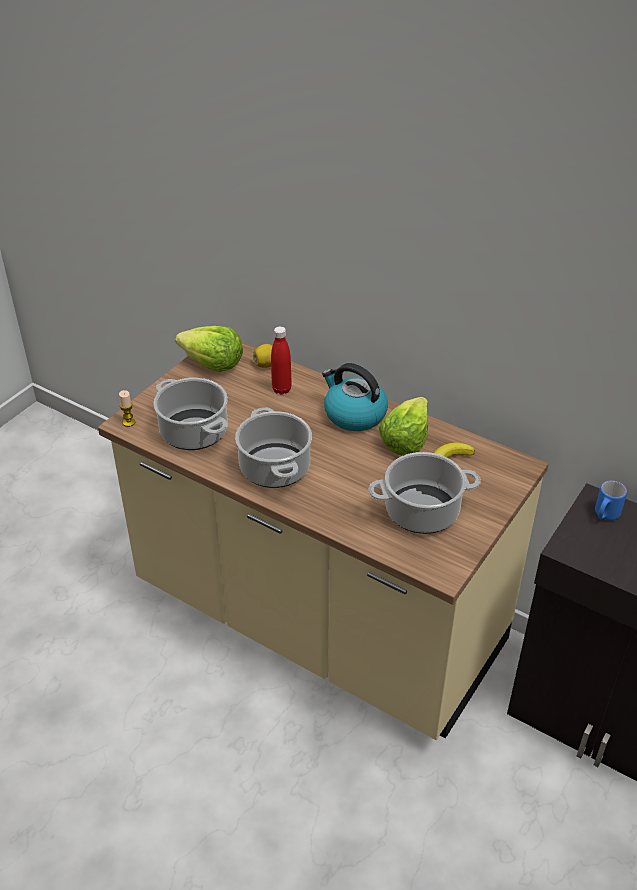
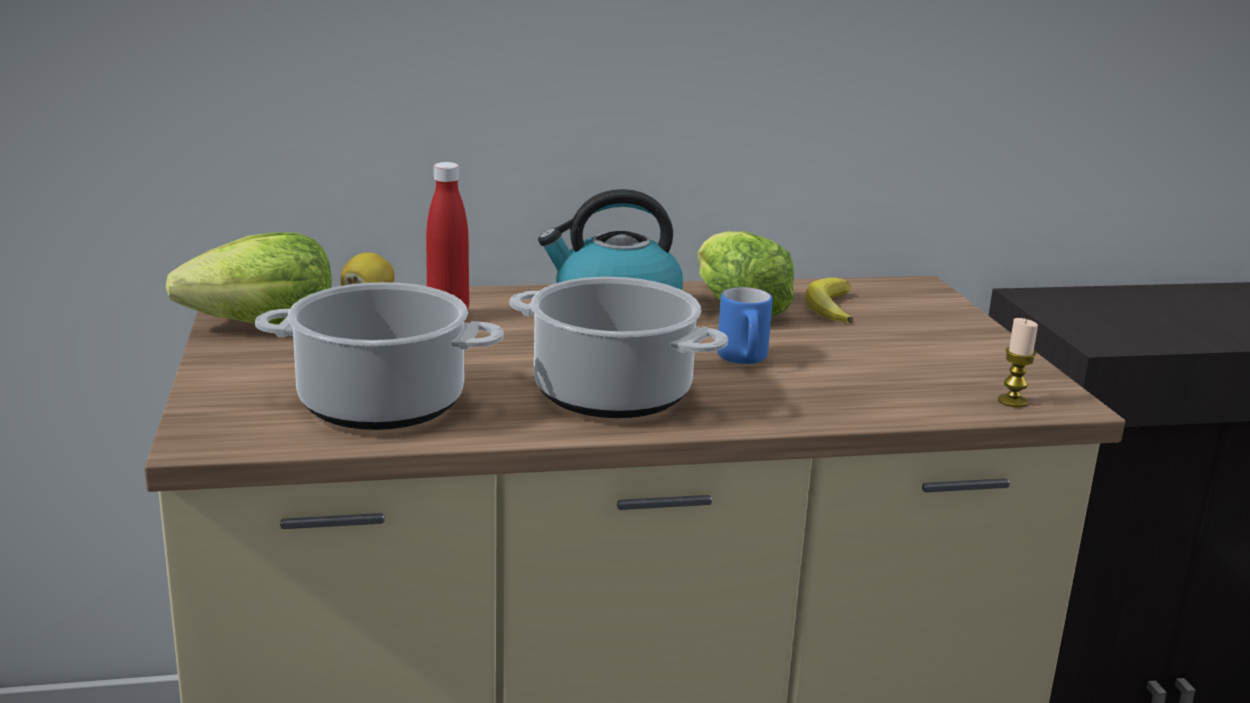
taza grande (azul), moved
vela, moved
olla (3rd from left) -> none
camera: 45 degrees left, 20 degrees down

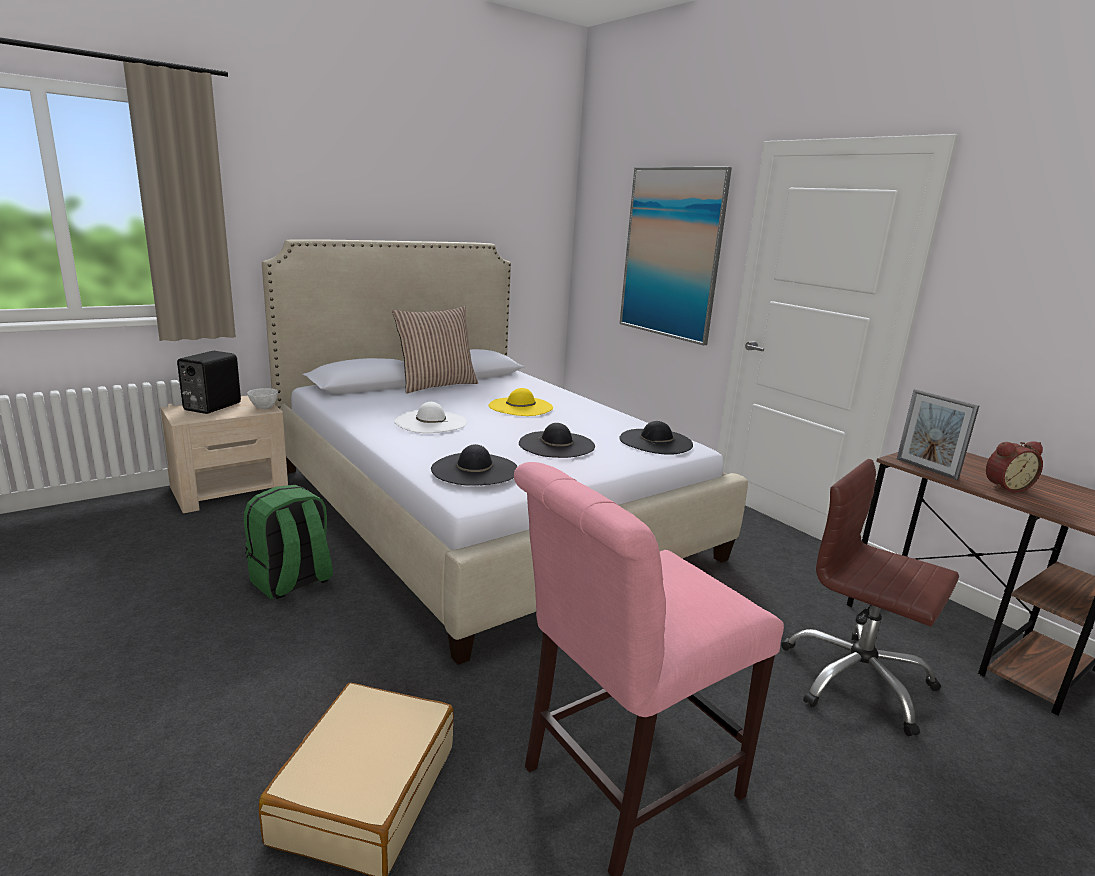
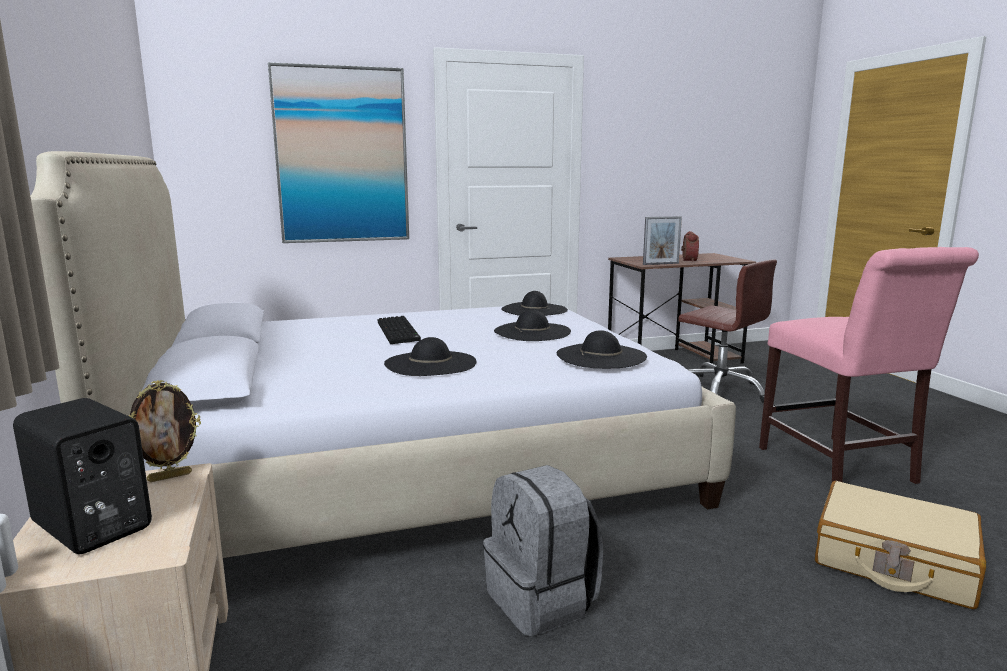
cuenco (blanco) -> portarretratos (1st from left)
sombrero (amarillo) -> teclado
sombrero (blanco) -> sombrero (negro) (1st from left)
mochila (verde) -> mochila (gris)
silla de oficina (marrón), 105 degrees counterclockwise
cojín -> none
camera: 70 degrees left, 5 degrees down

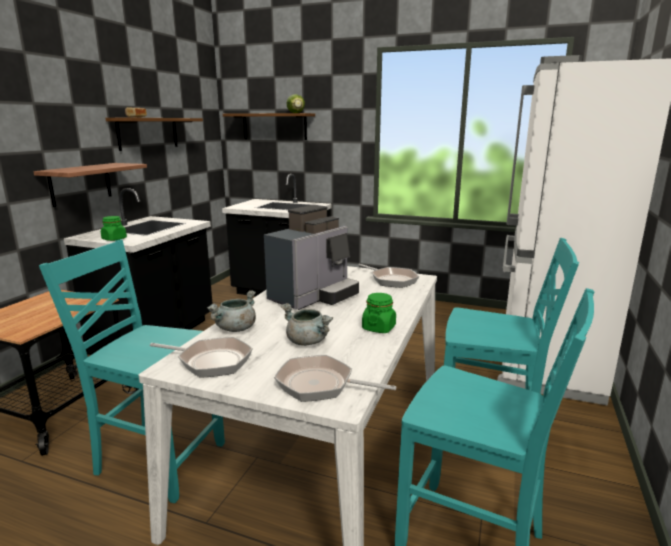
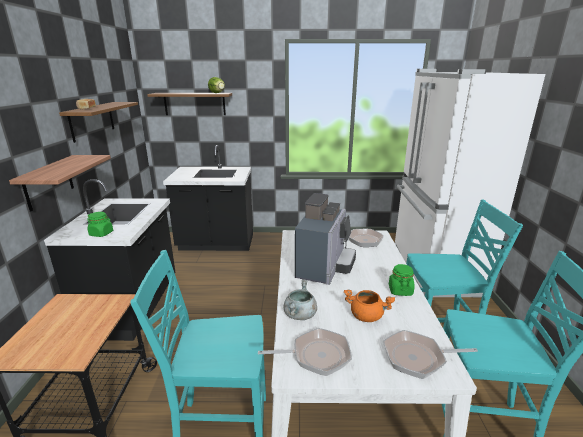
olla (gris) (2nd from left) -> olla (naranja)
camera: 20 degrees left, 5 degrees up

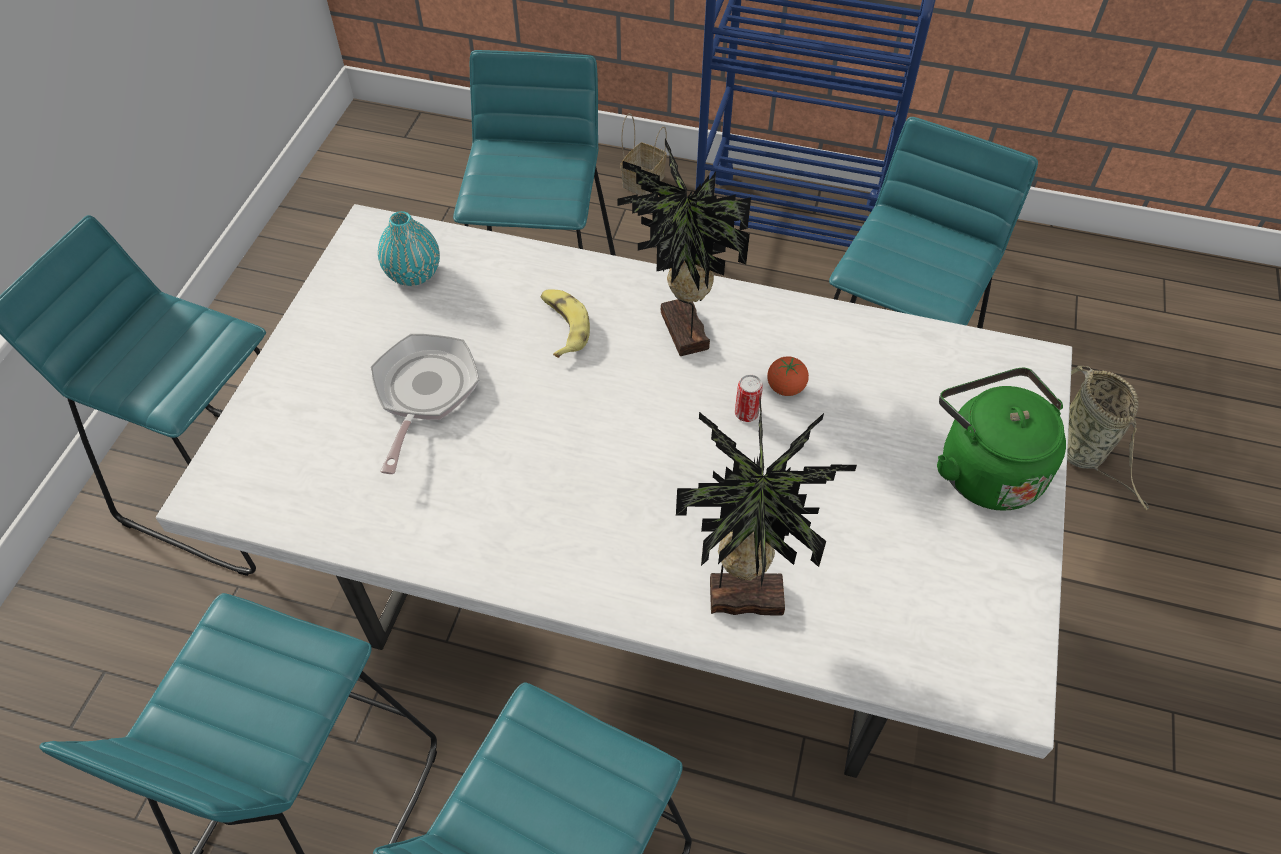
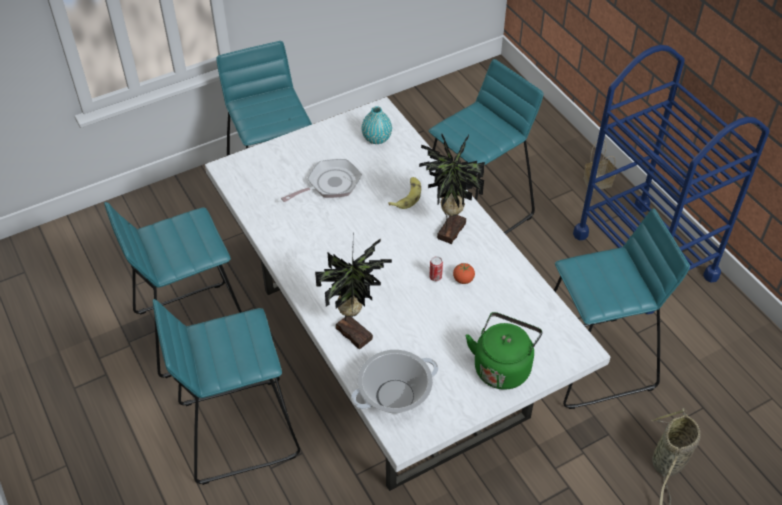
none -> olla
camera: 45 degrees right, 5 degrees down

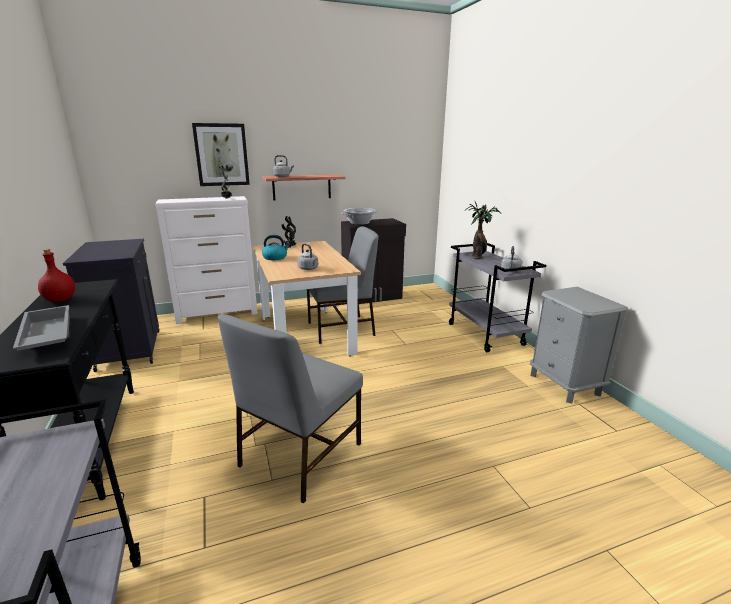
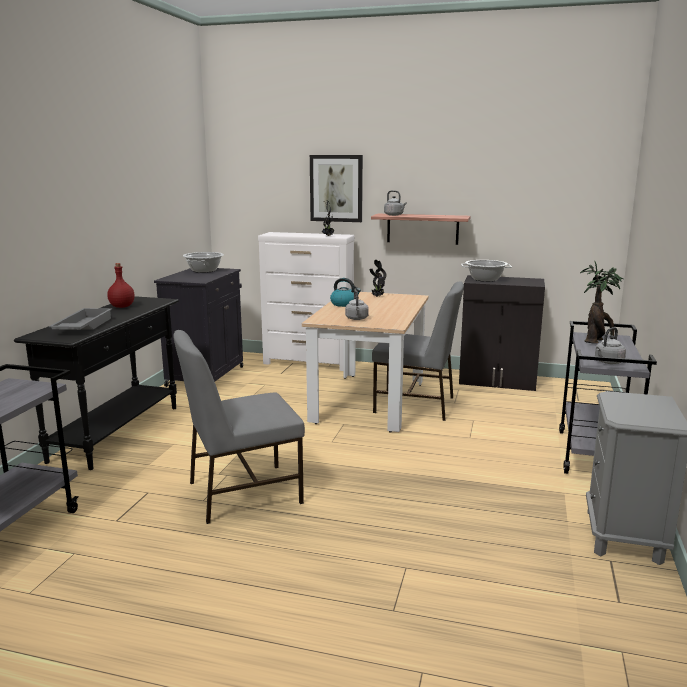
none -> olla (1st from left)
camera: 35 degrees right, 5 degrees down

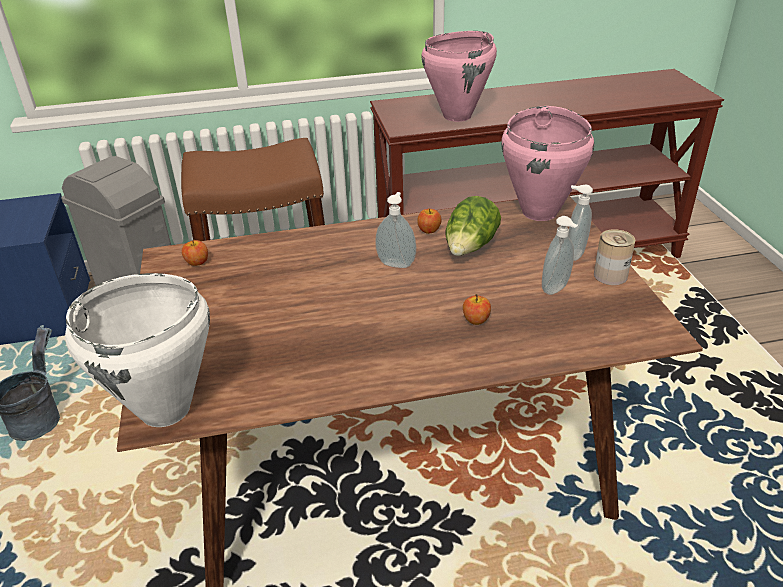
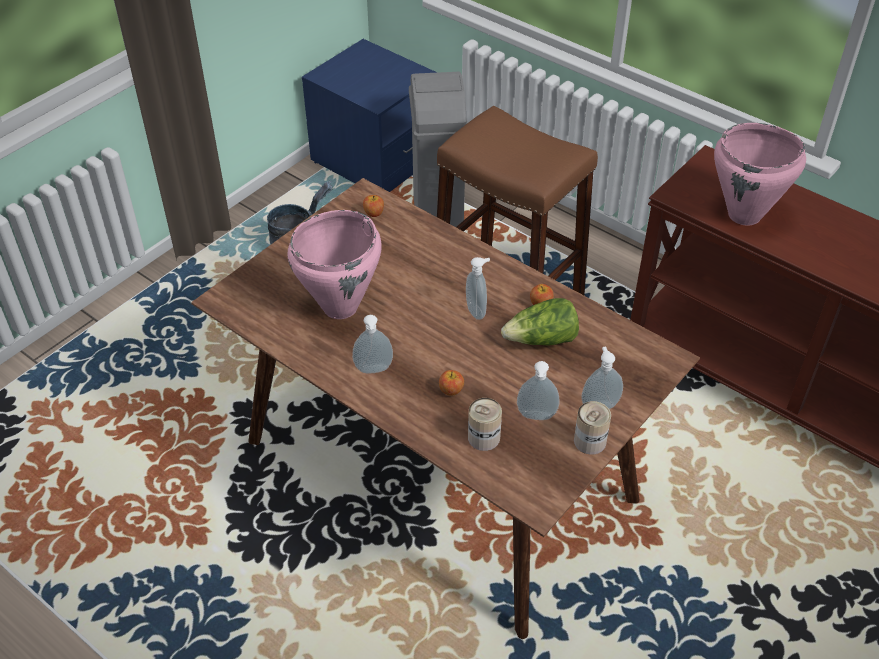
olla (rosa) (2nd from left in the first image) -> olla (rosa) (1st from left), moved
none -> dispensador de jabón (1st from left)
none -> lata (1st from left)
olla (blanco) -> none
camera: 50 degrees right, 10 degrees up

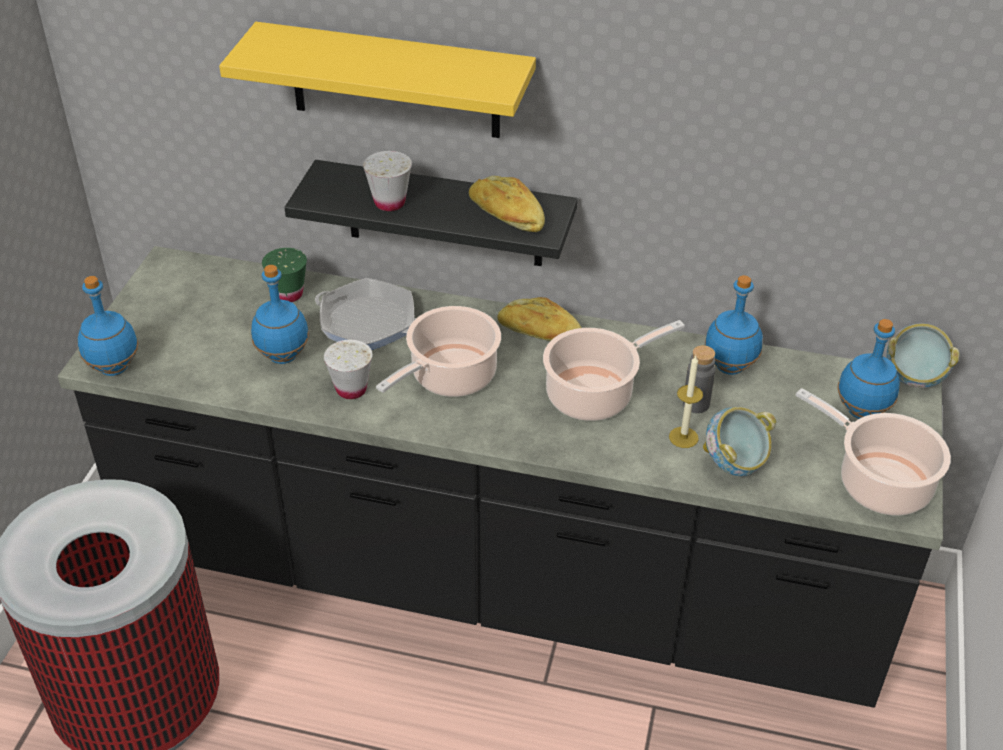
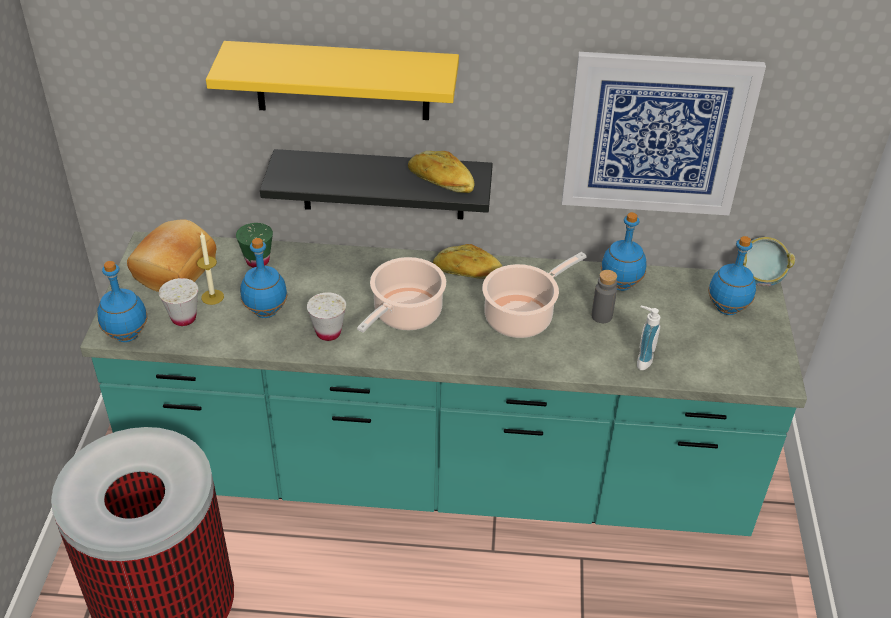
mueble bajo de cocina (negro) -> mueble bajo de cocina (turquesa)
none -> pan (1st from left)
taza (blanco) (2nd from left in the first image) -> taza (blanco) (1st from left), moved
vela, moved
none -> cuadro
cuenco (1st from left) -> dispensador de jabón
sartén -> none
olla (3rd from left) -> none
camera: 10 degrees left, 0 degrees up

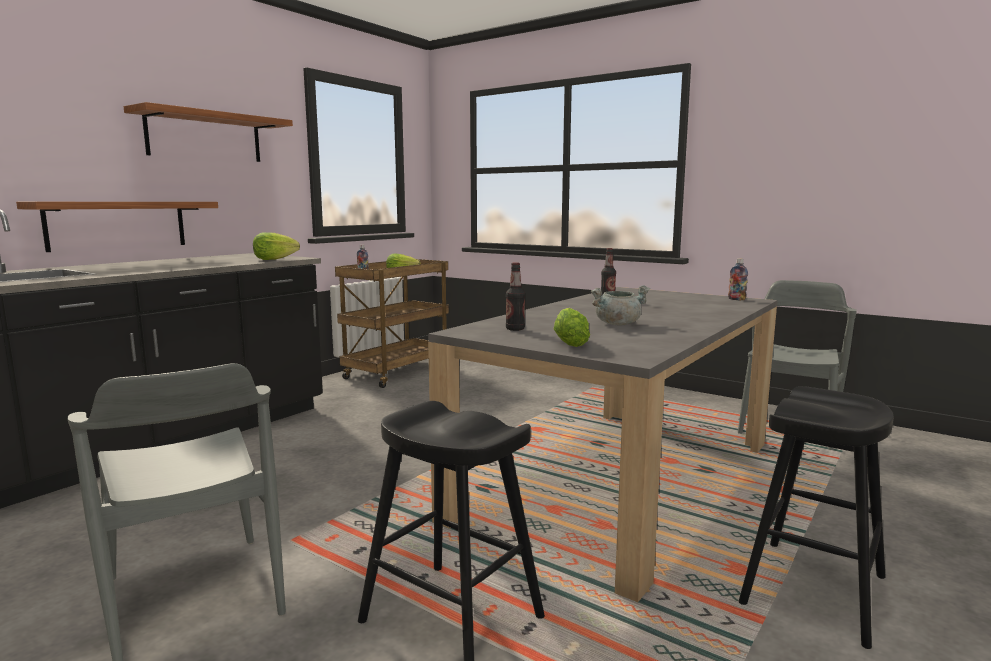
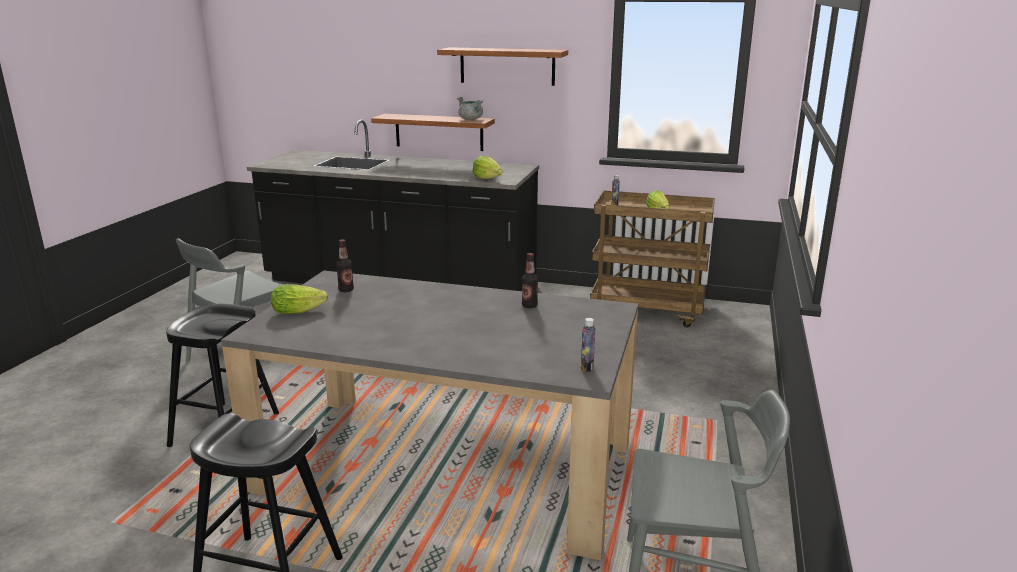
olla (gris), moved
camera: 70 degrees right, 10 degrees up

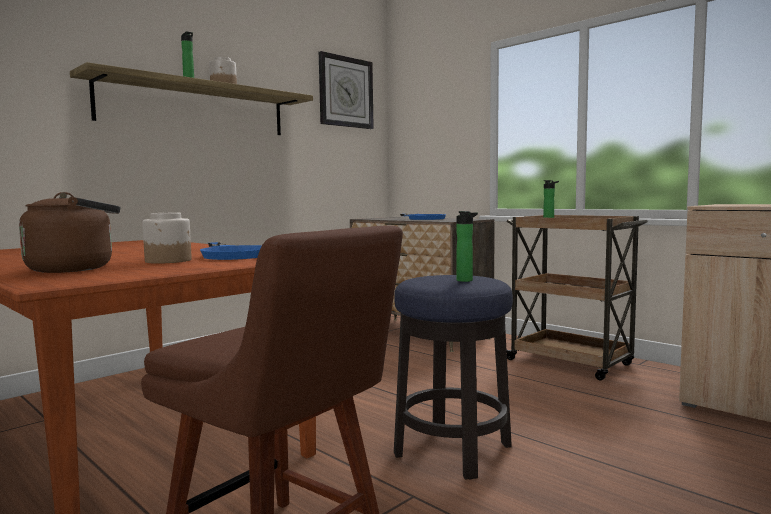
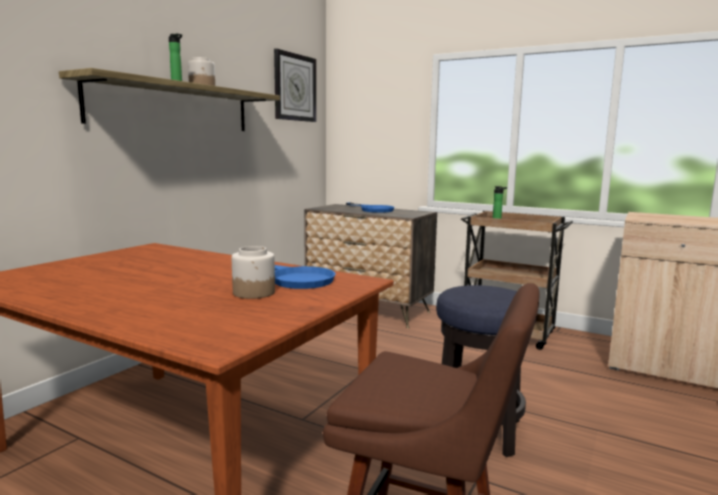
hervidor (marrón) -> none
botella (2nd from left) -> none
camera: 15 degrees left, 5 degrees up

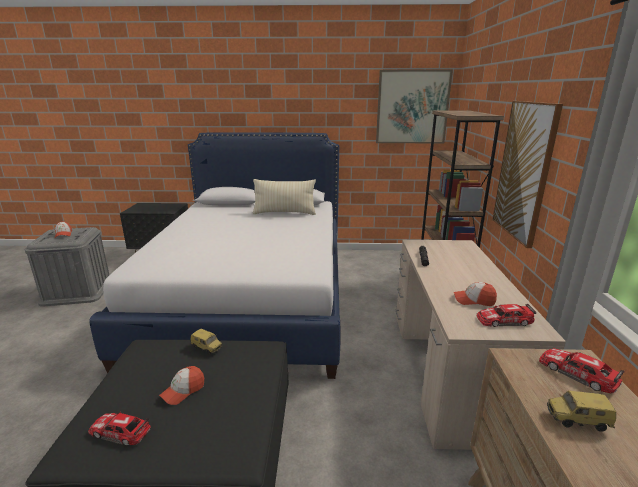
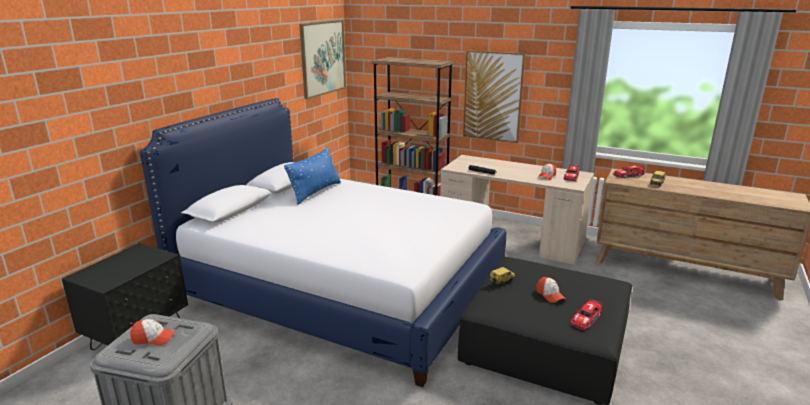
cojín (beis) -> cojín (azul)
camera: 65 degrees left, 0 degrees up

